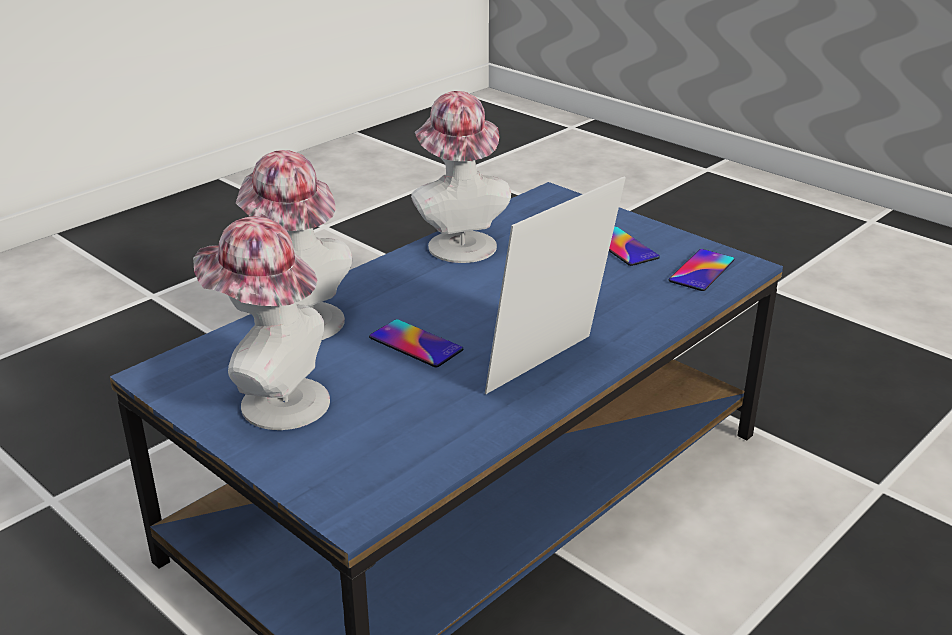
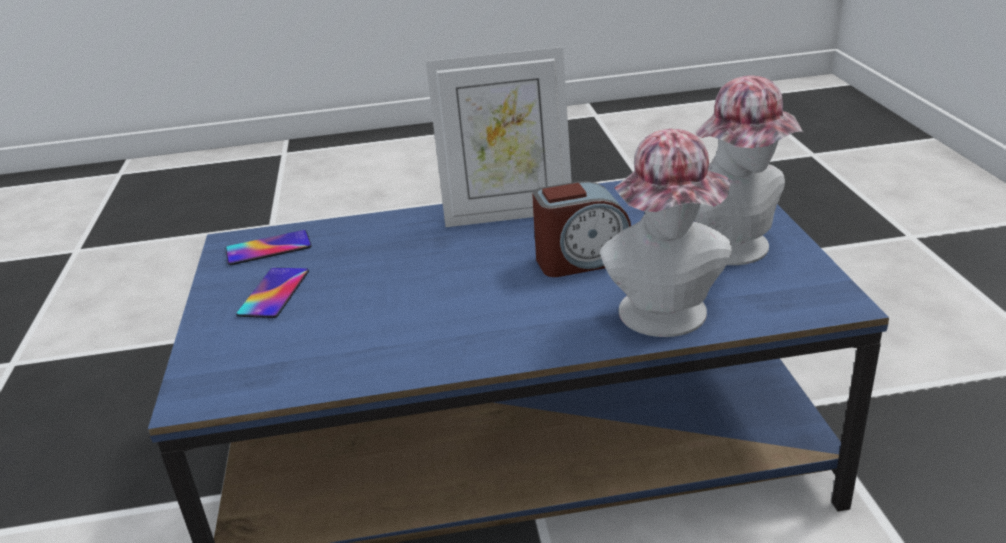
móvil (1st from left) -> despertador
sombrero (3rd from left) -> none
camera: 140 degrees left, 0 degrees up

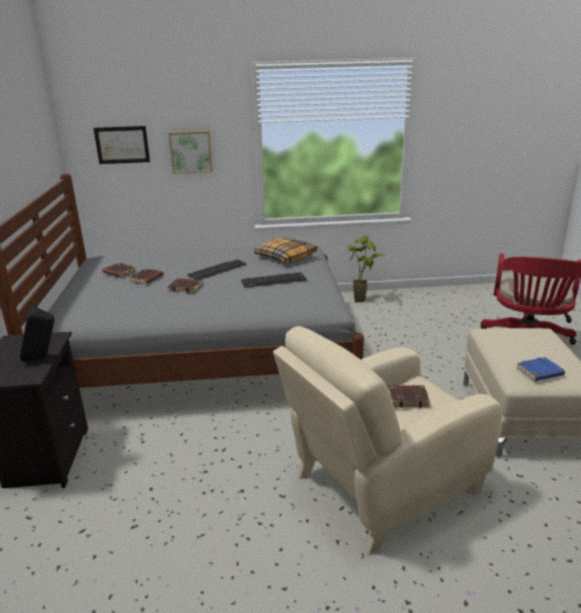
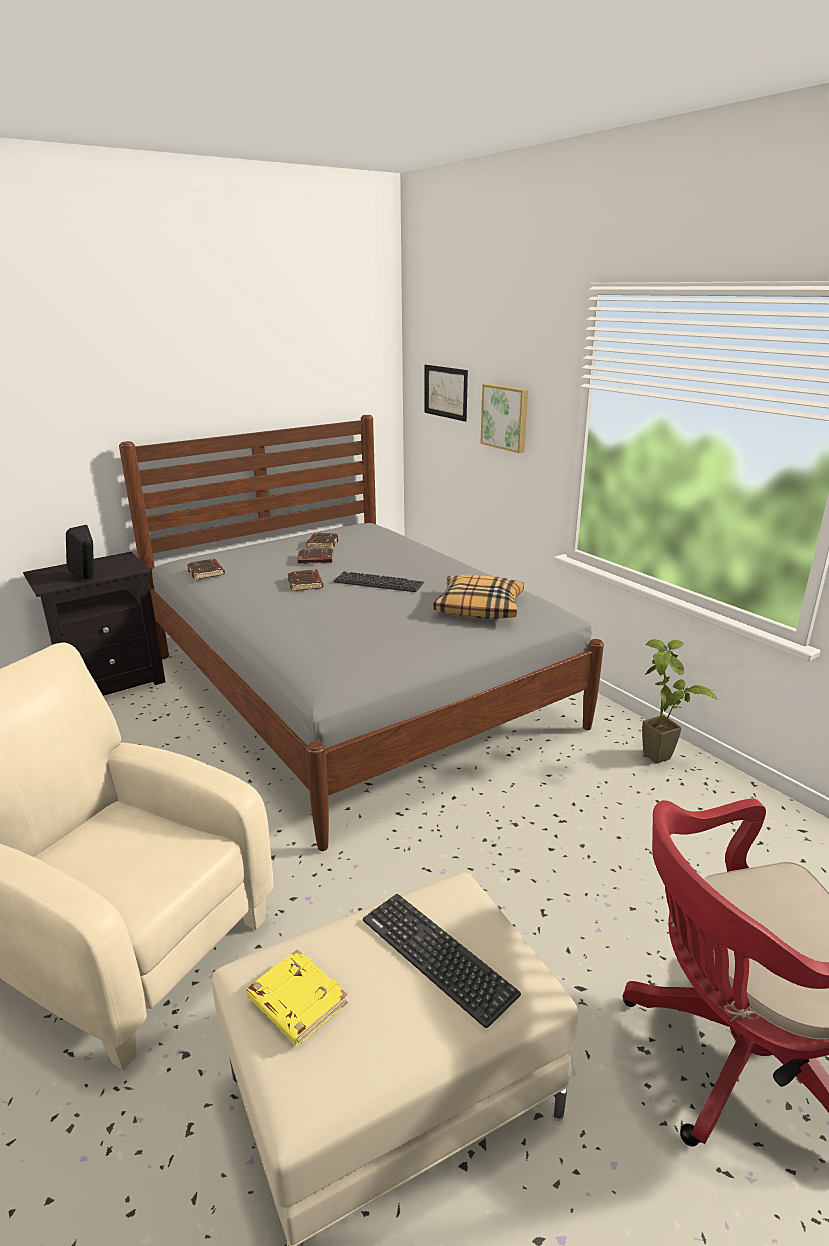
libro (marrón) (4th from left in the first image) -> libro (marrón) (1st from left), moved
libro (azul) -> libro (amarillo)
teclado (2nd from left), moved
camera: 60 degrees right, 0 degrees up

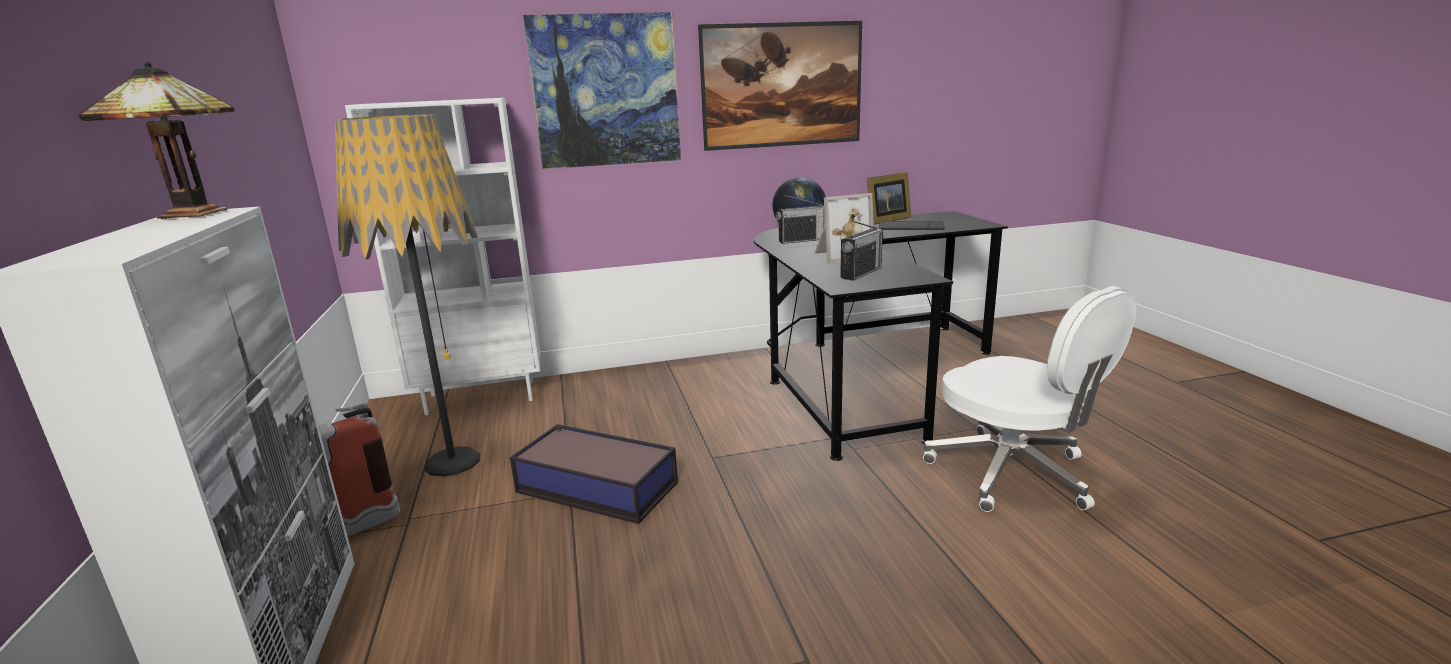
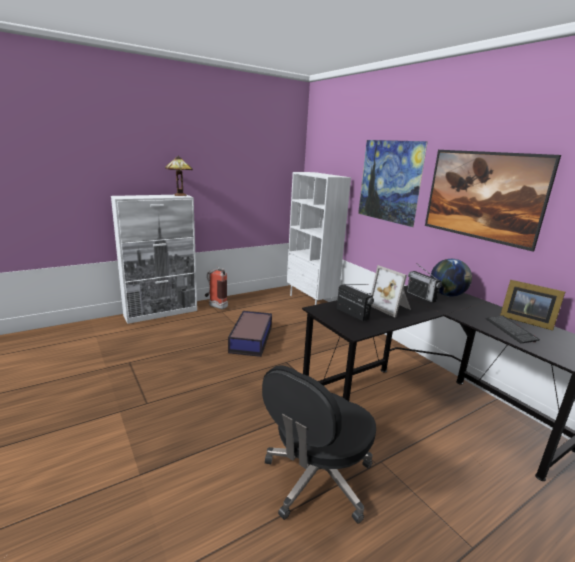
silla de oficina (blanco) -> silla de oficina (negro)
radio (2nd from left in the first image) -> radio (1st from left), 150 degrees counterclockwise
lámpara de pie -> none
camera: 70 degrees right, 0 degrees up

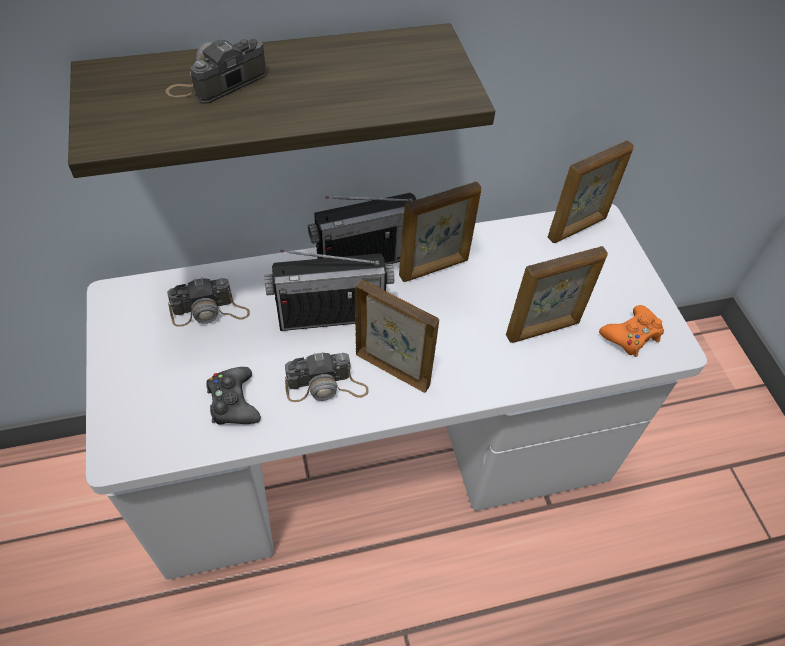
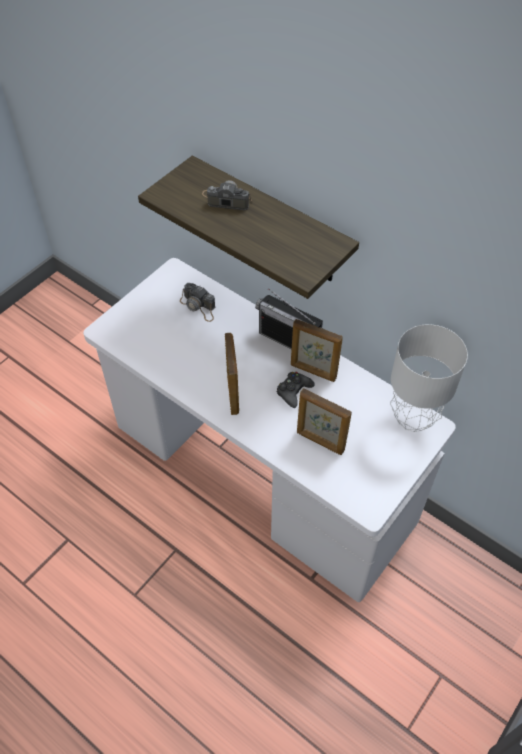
mando de consola (negro), moved
portarretratos (4th from left) -> lámpara de mesa (gris)
radio (1st from left) -> none
cámara (3rd from left) -> none
mando de consola (naranja) -> none
camera: 55 degrees right, 0 degrees up

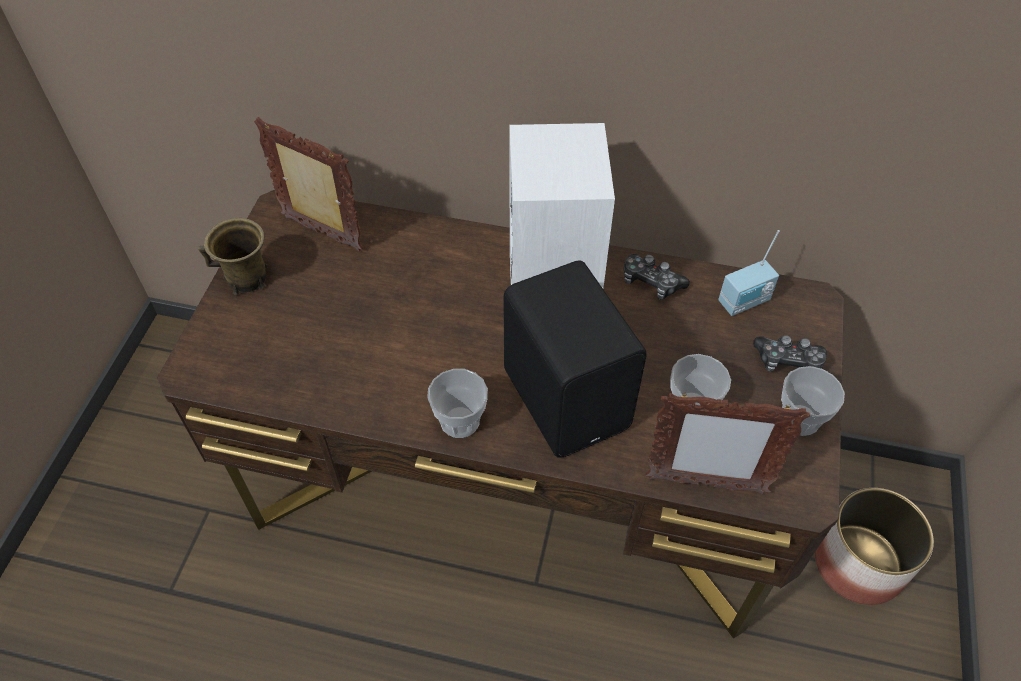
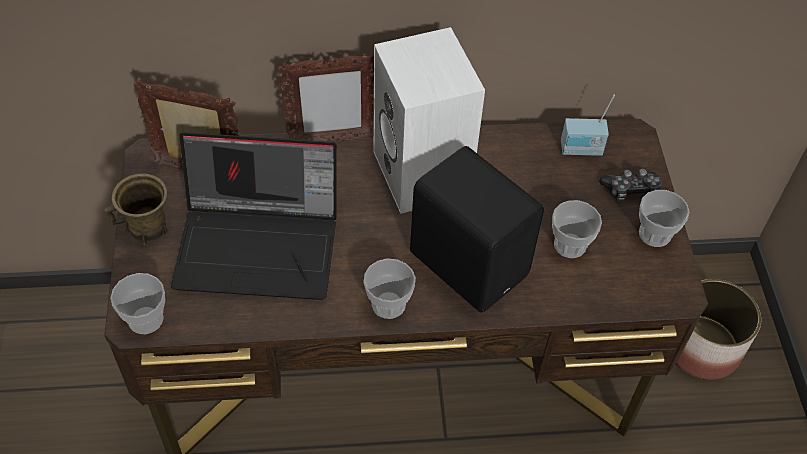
none -> taza (1st from left)
none -> portátil
portarretratos (2nd from left), moved
radio, 45 degrees clockwise
mando de consola (1st from left) -> none
camera: 20 degrees left, 0 degrees up

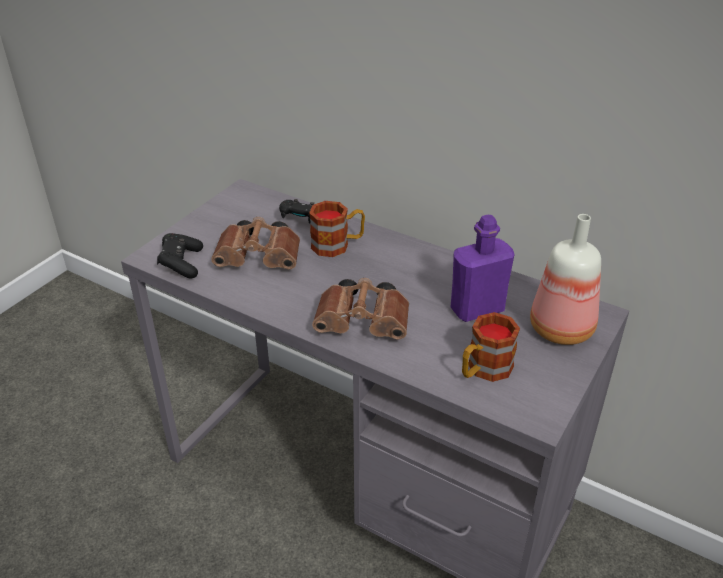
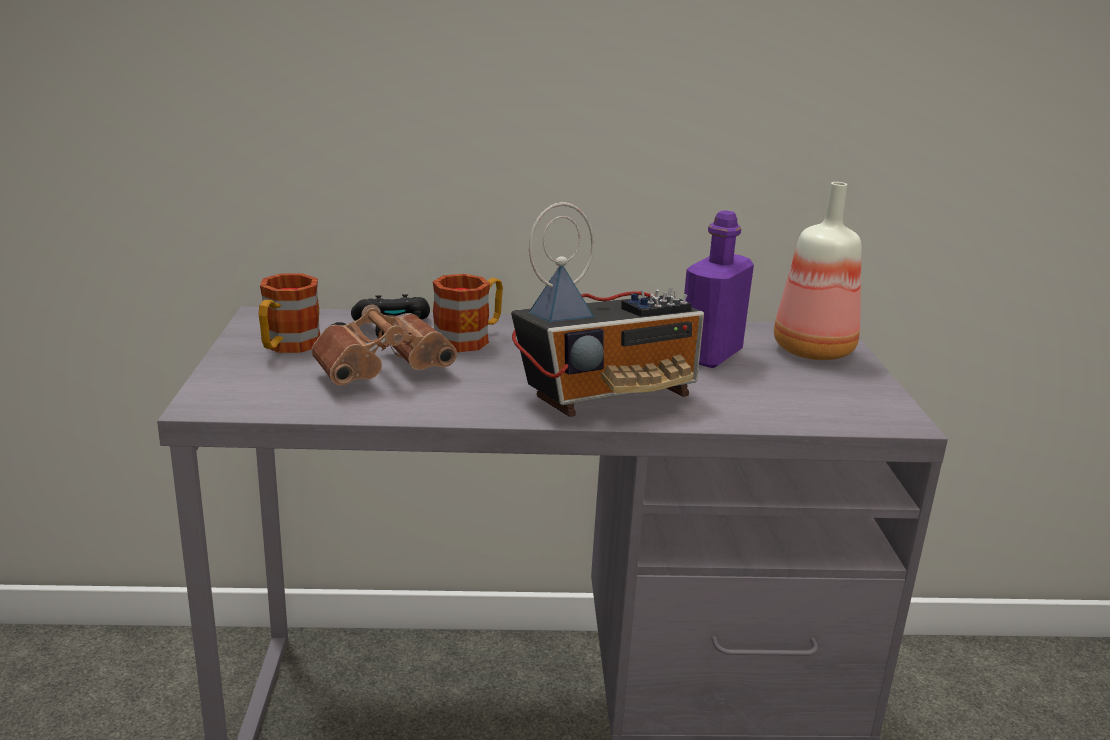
taza grande (2nd from left in the first image) -> taza grande (1st from left), moved
prismáticos (marrón) (2nd from left) -> radio
mando de consola (negro) (1st from left) -> none
camera: 35 degrees left, 15 degrees down

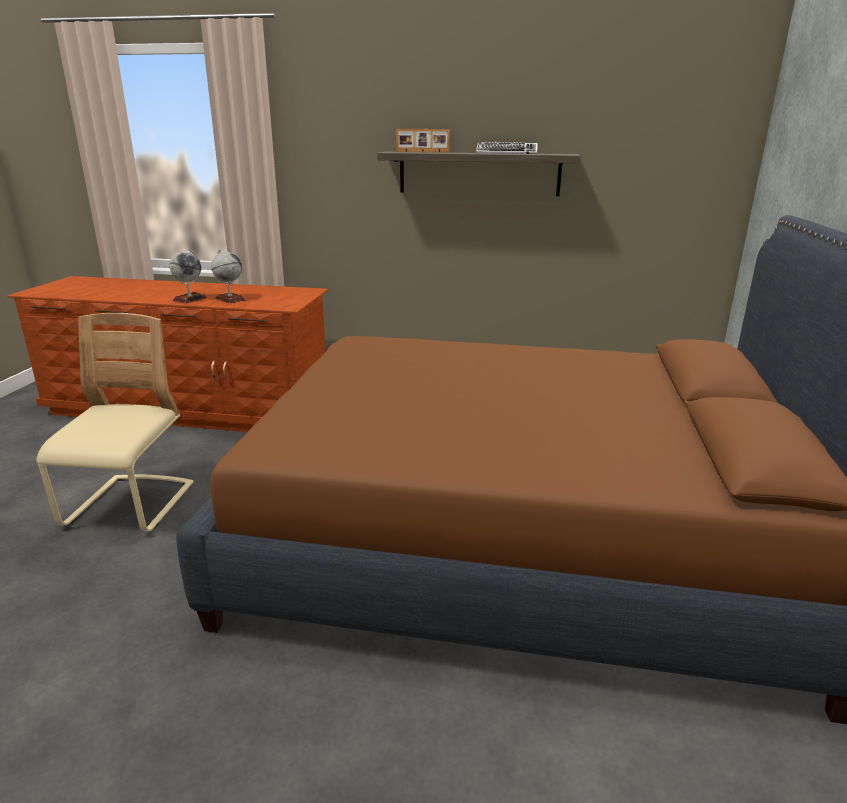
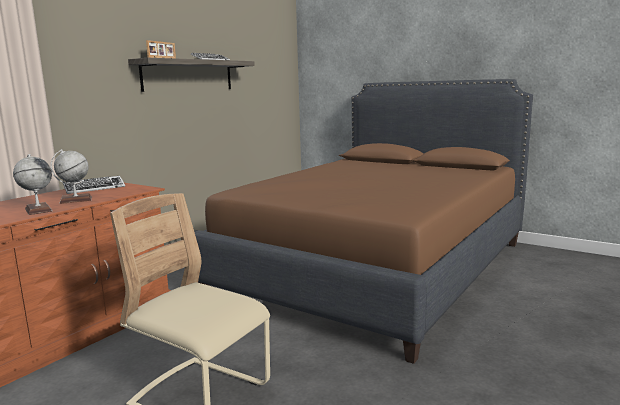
none -> teclado (1st from left)
camera: 65 degrees left, 10 degrees down

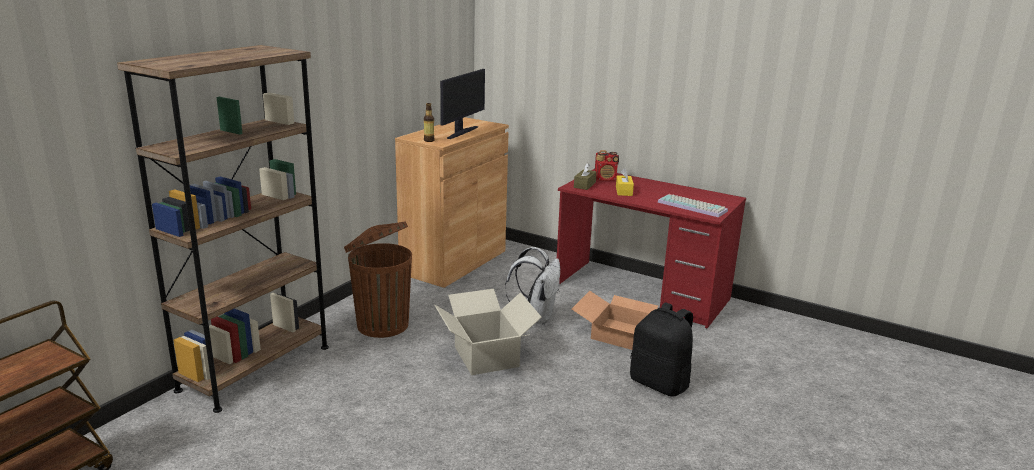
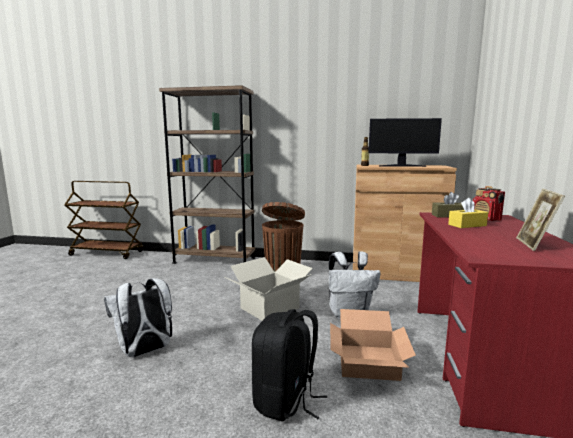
none -> mochila (blanco) (1st from left)
none -> portarretratos
teclado -> none
camera: 70 degrees right, 10 degrees down

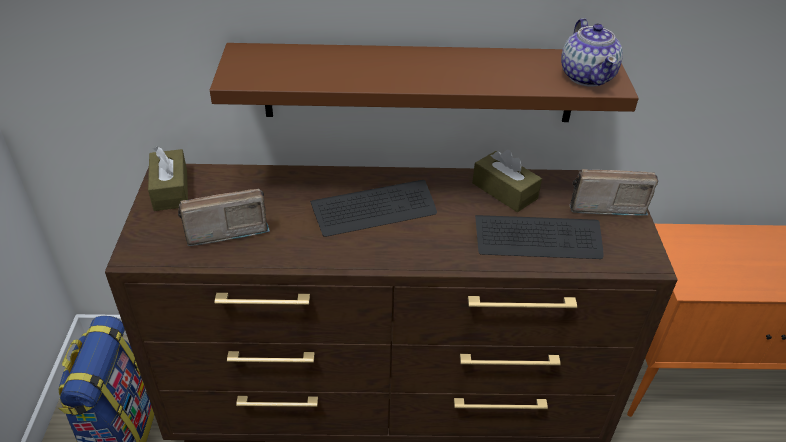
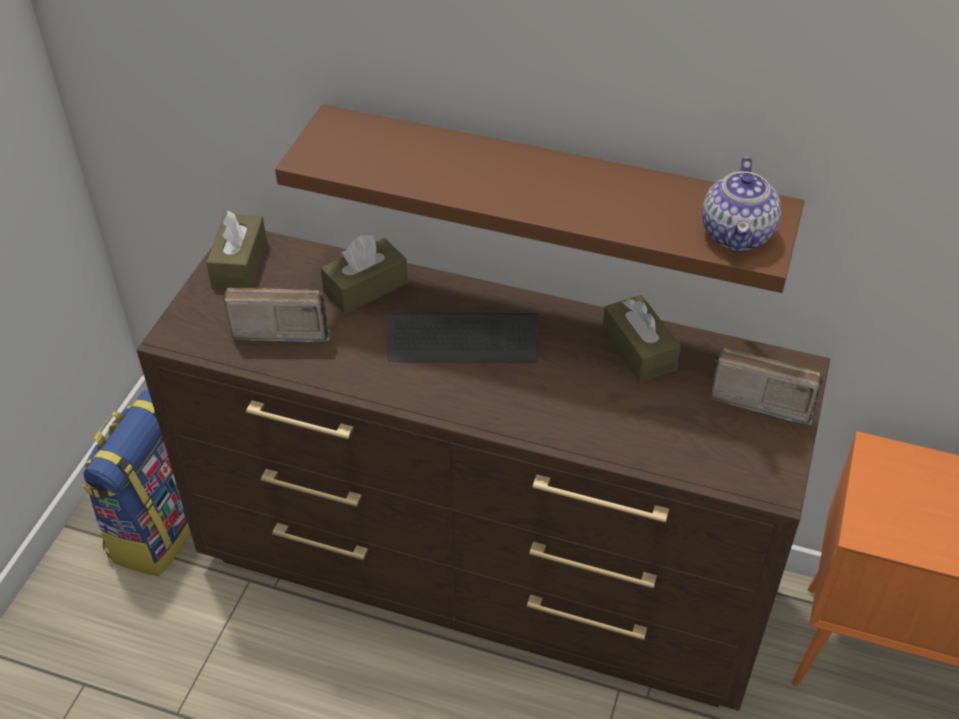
none -> caja de pañuelos (marrón) (2nd from left)
teclado (2nd from left) -> none
camera: 20 degrees right, 5 degrees up

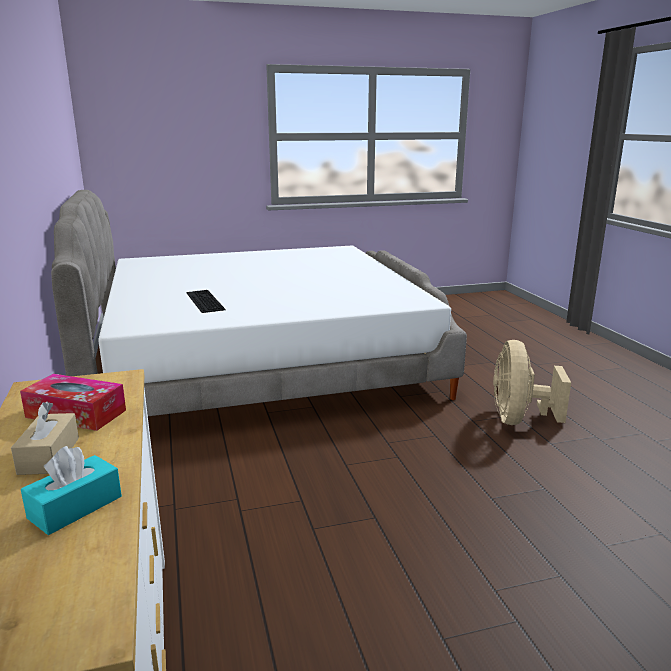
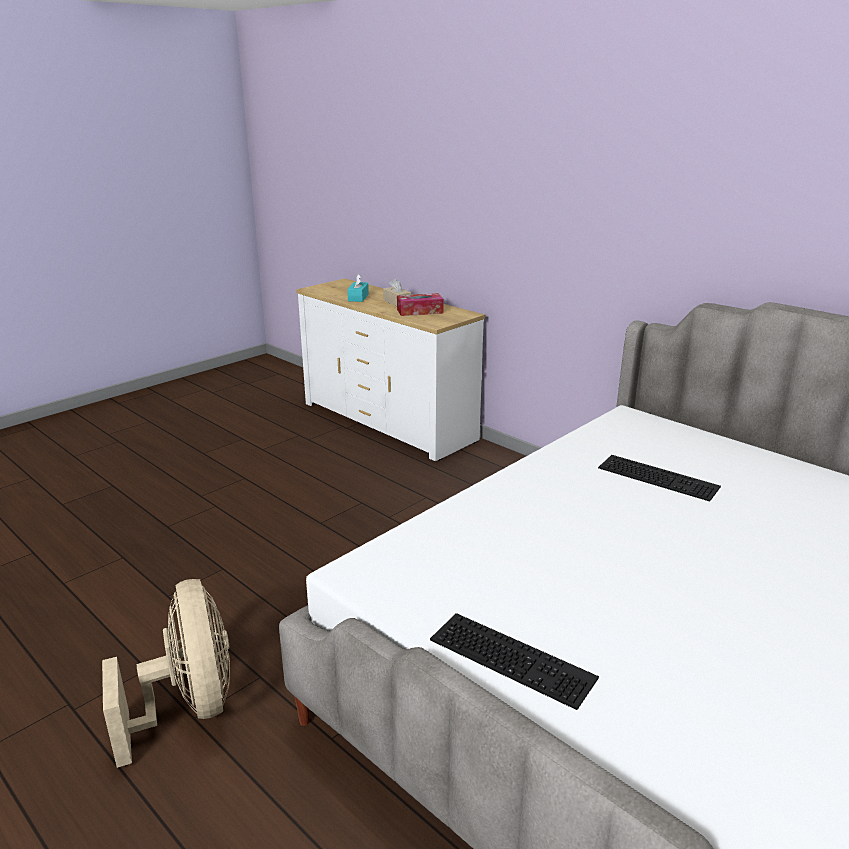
none -> teclado (1st from left)
camera: 150 degrees right, 5 degrees up

